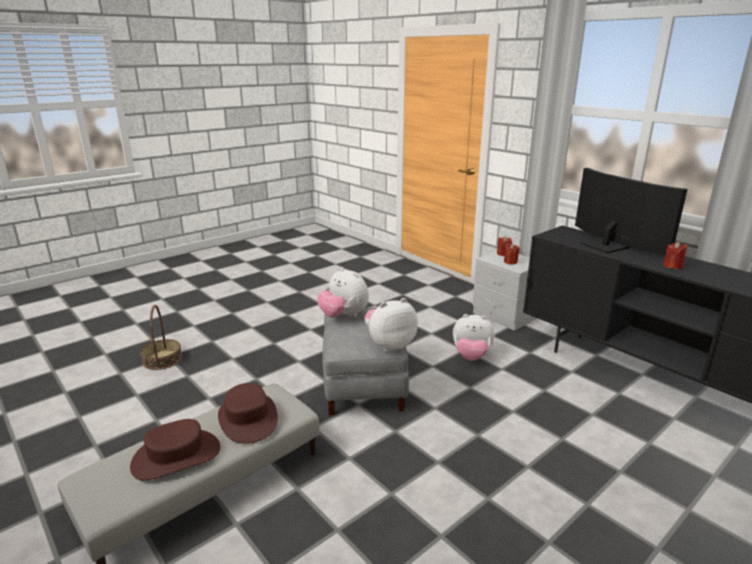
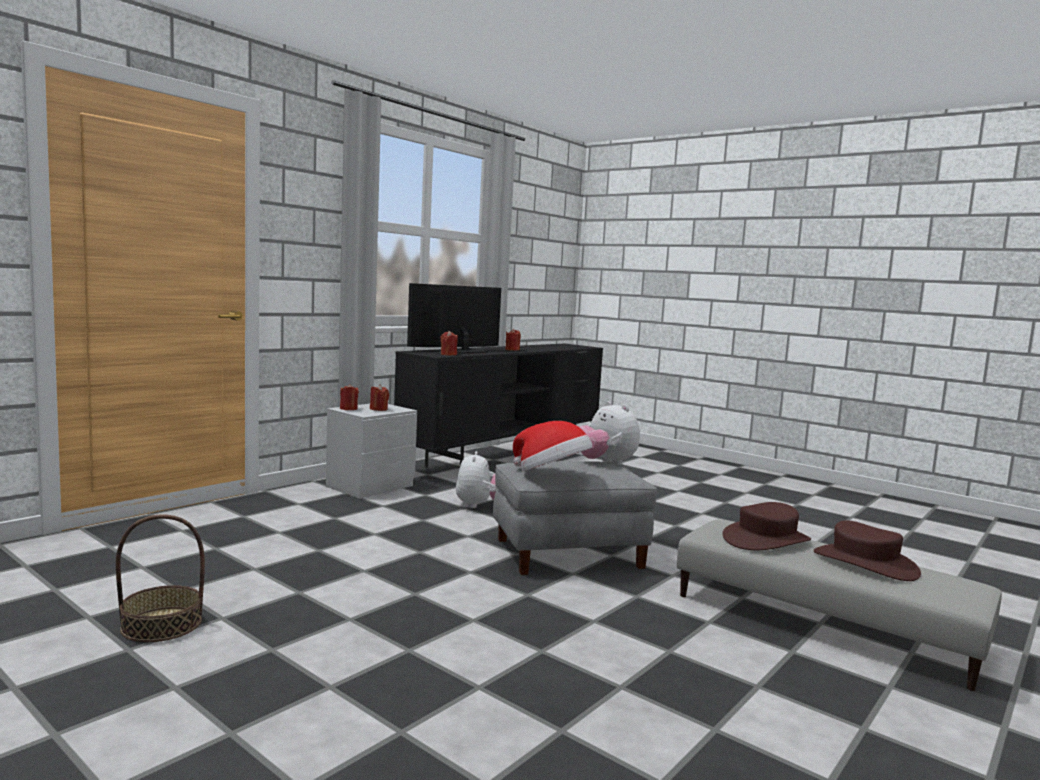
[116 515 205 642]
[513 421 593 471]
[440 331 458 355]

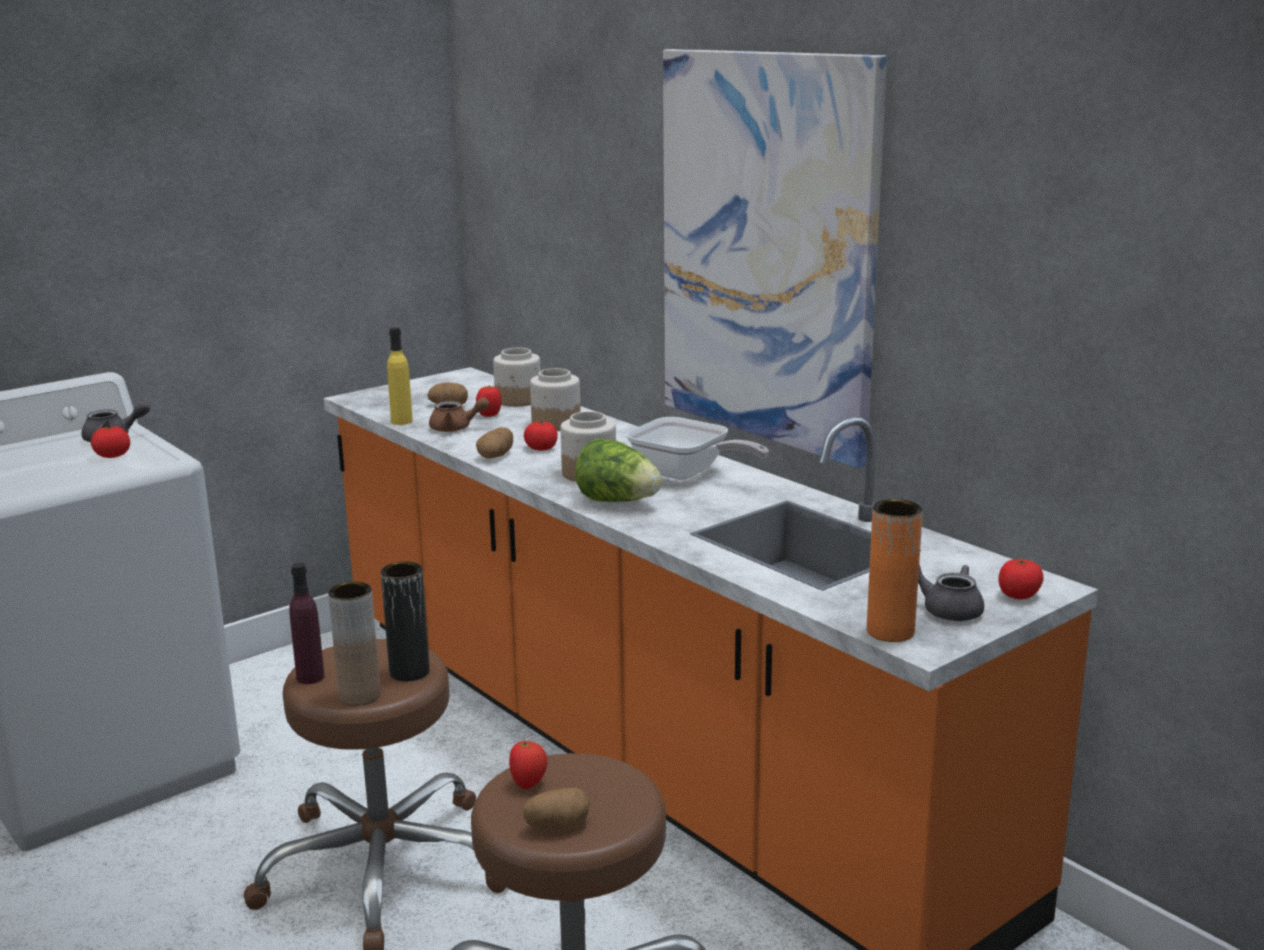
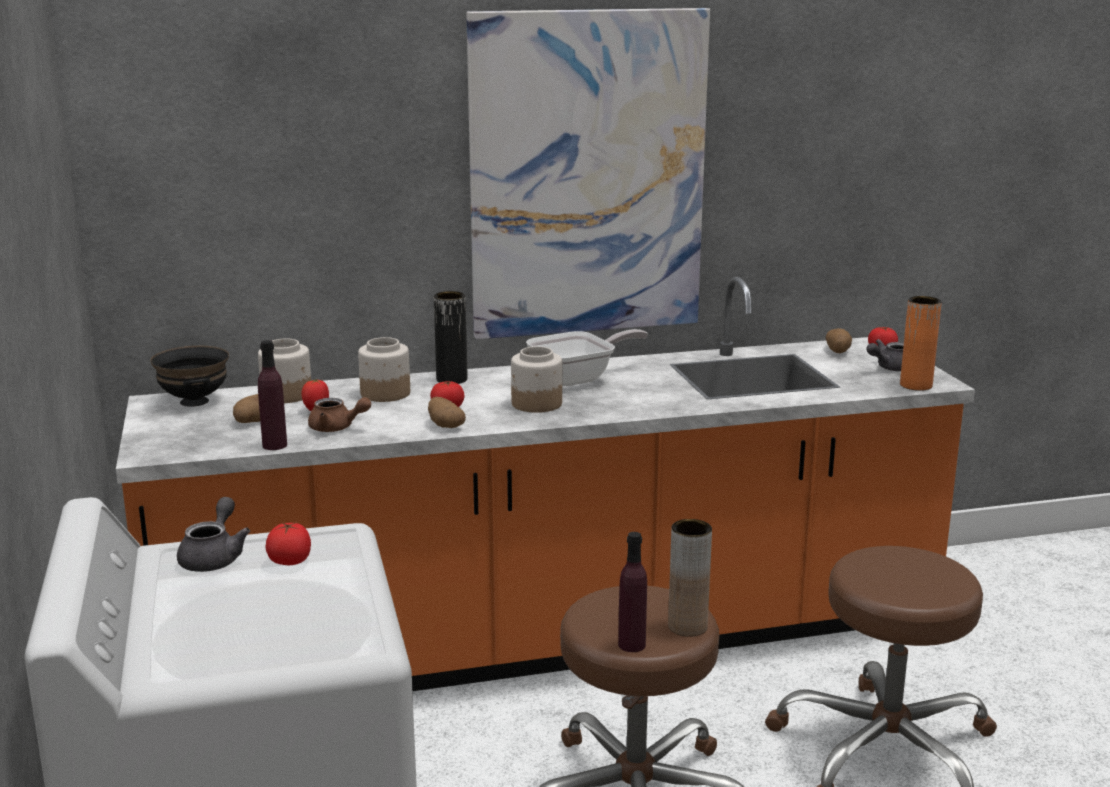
[434 291 467 384]
[258 340 287 450]
[308 397 371 432]
[509 740 548 789] (first image)
[826 328 852 353]
[575 439 663 502] (first image)
[150 346 229 407]

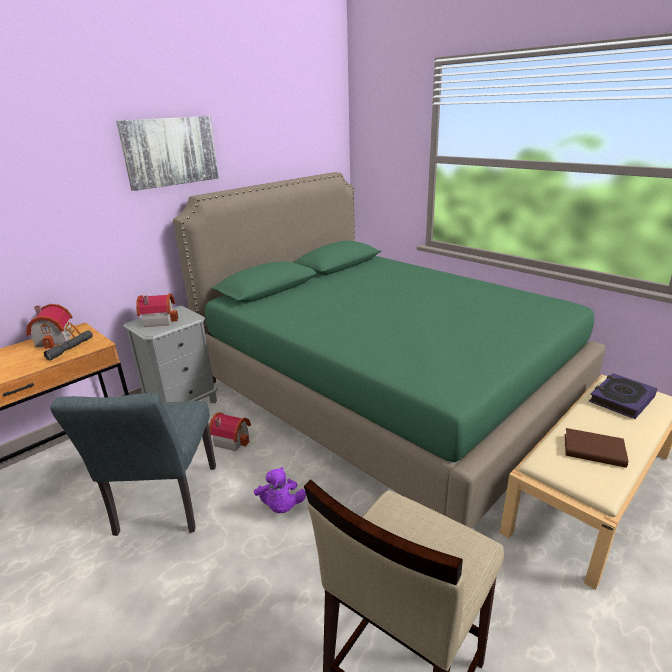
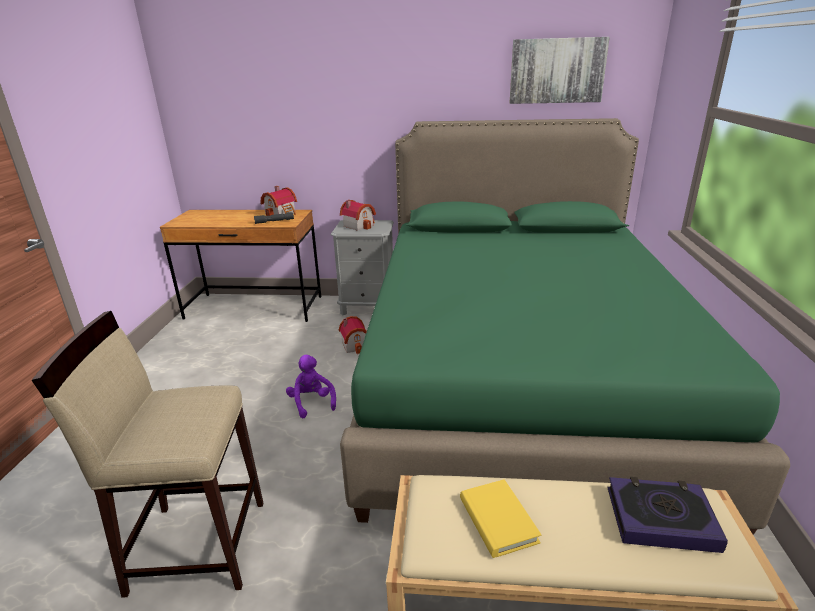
[50 393 216 536] (first image)
[510 37 610 104]
[286 355 336 418]
[460 479 541 558]

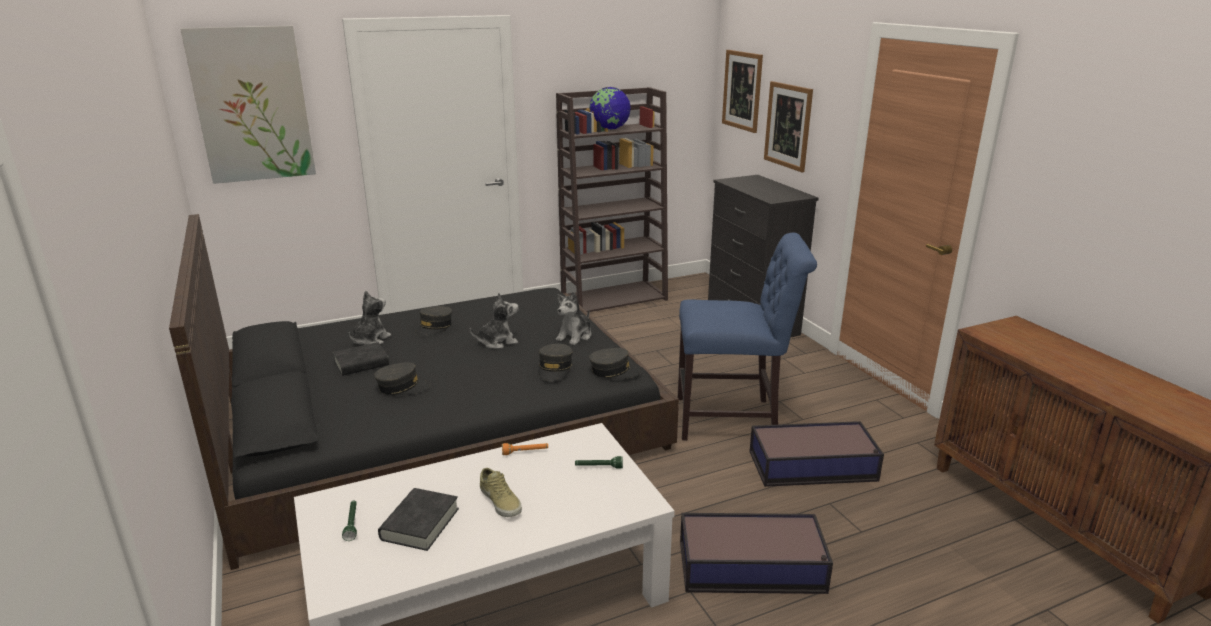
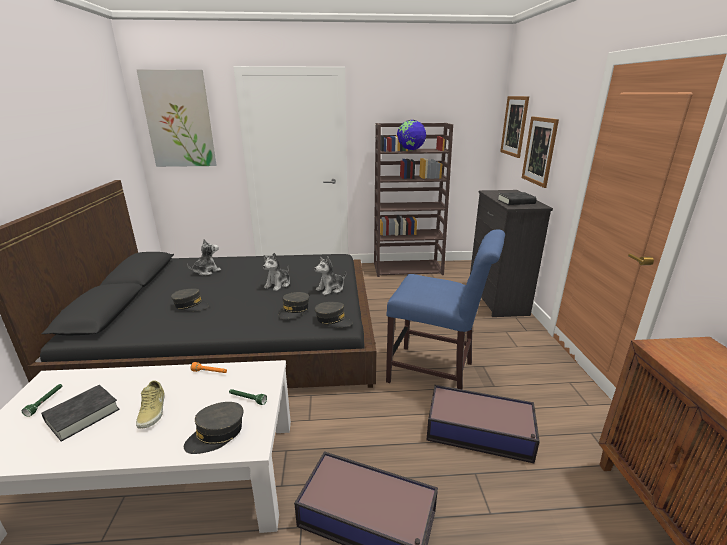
[497 192 537 205]
[184 402 243 454]
[263 253 290 291]

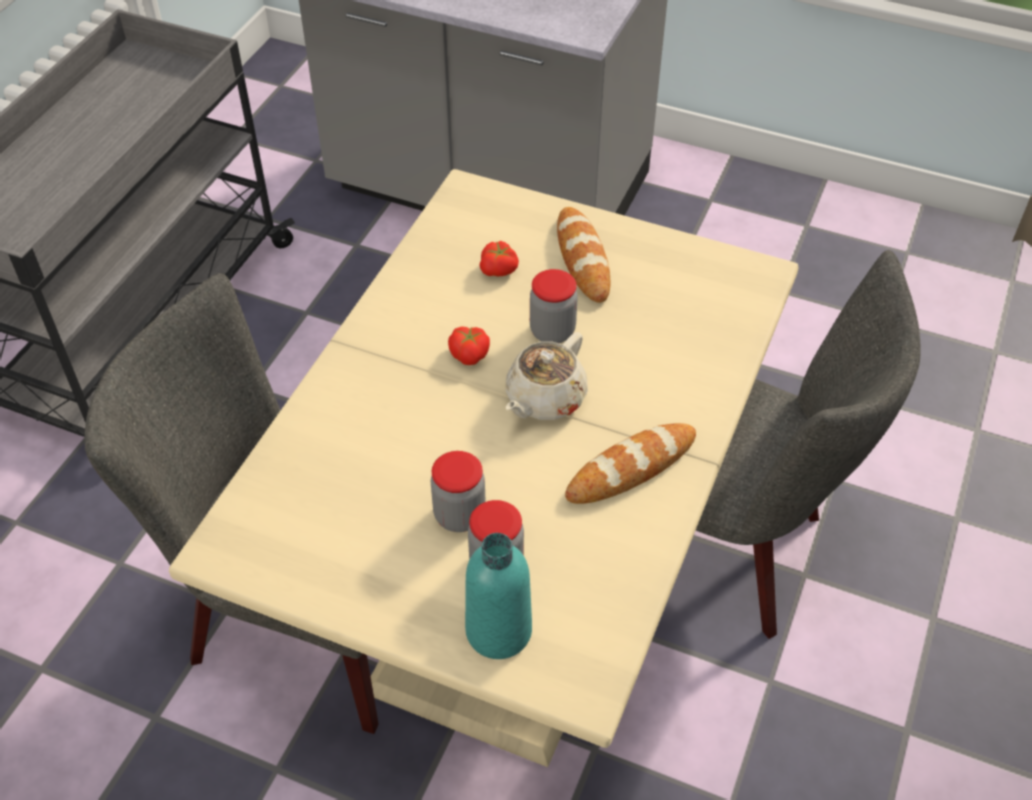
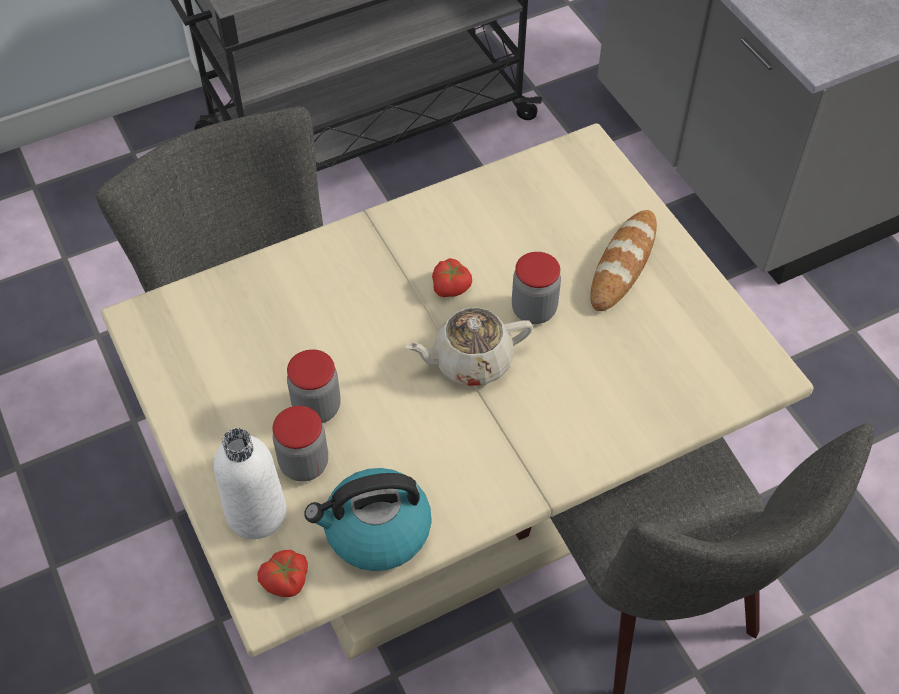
[214 428 287 539]
[258 550 308 597]
[565 423 696 504] (first image)
[304 468 432 571]

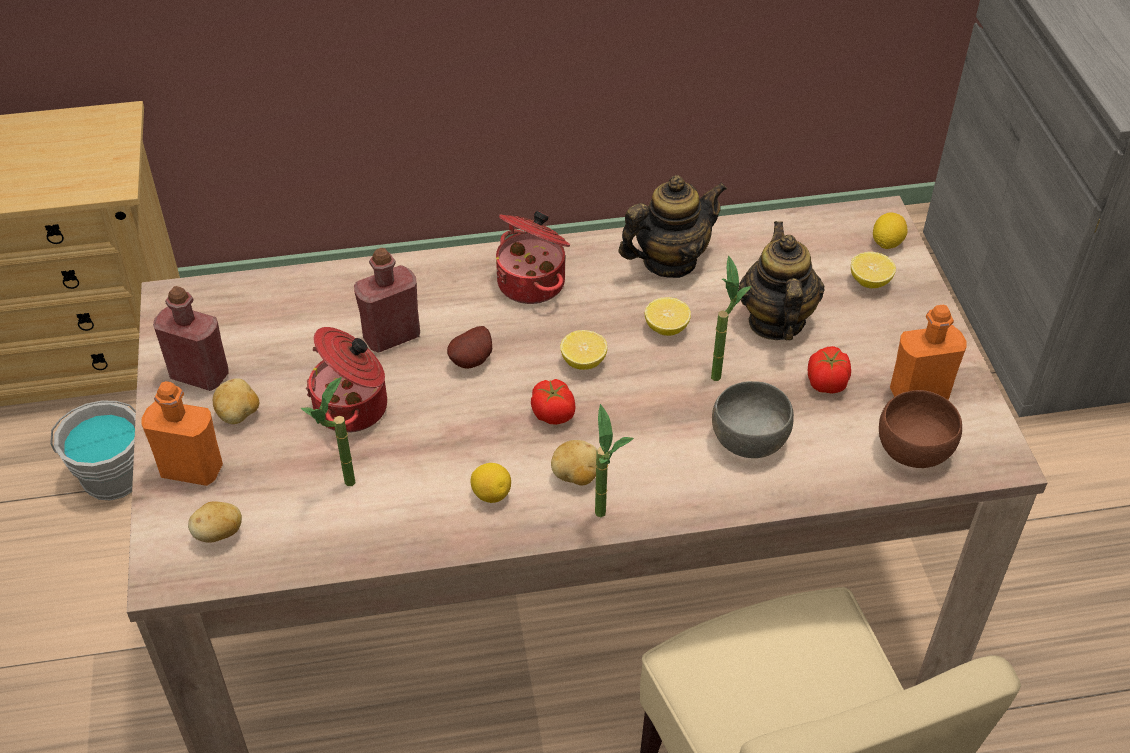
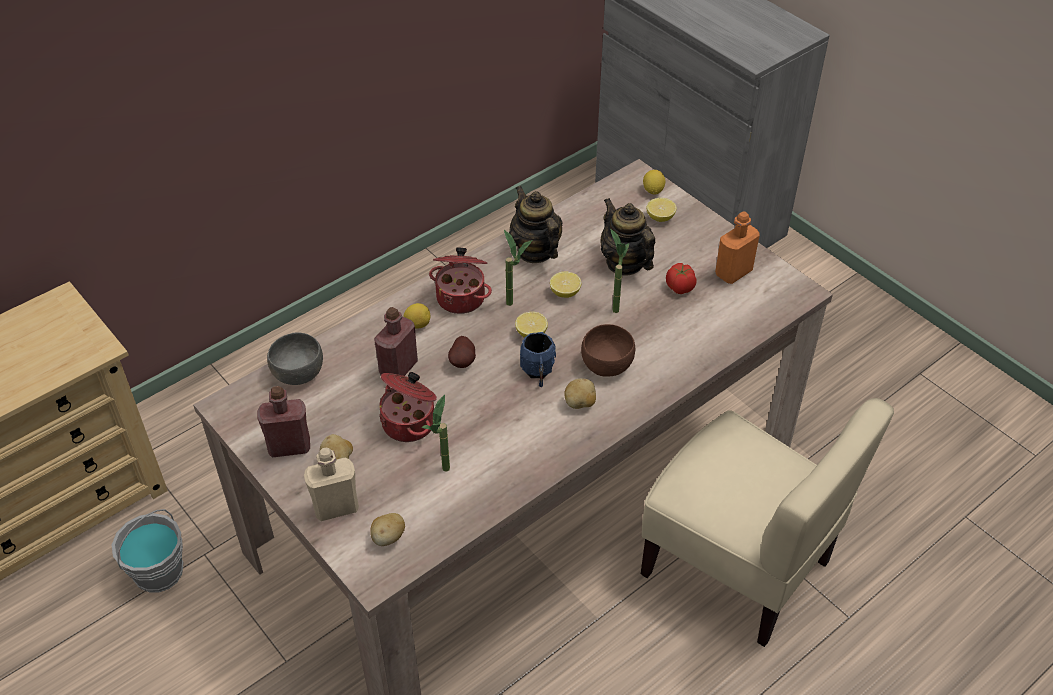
[304 448 359 521]
[404 303 430 329]
[520 332 556 387]
[504 230 532 306]
[509 186 562 263]
[267 332 323 385]
[581 324 635 377]

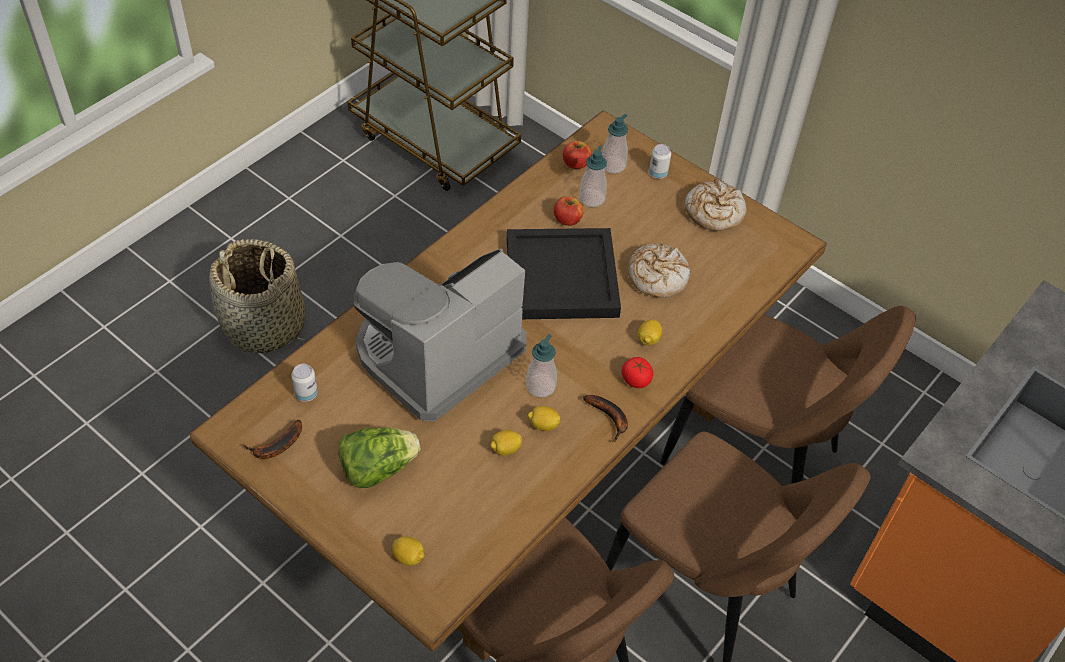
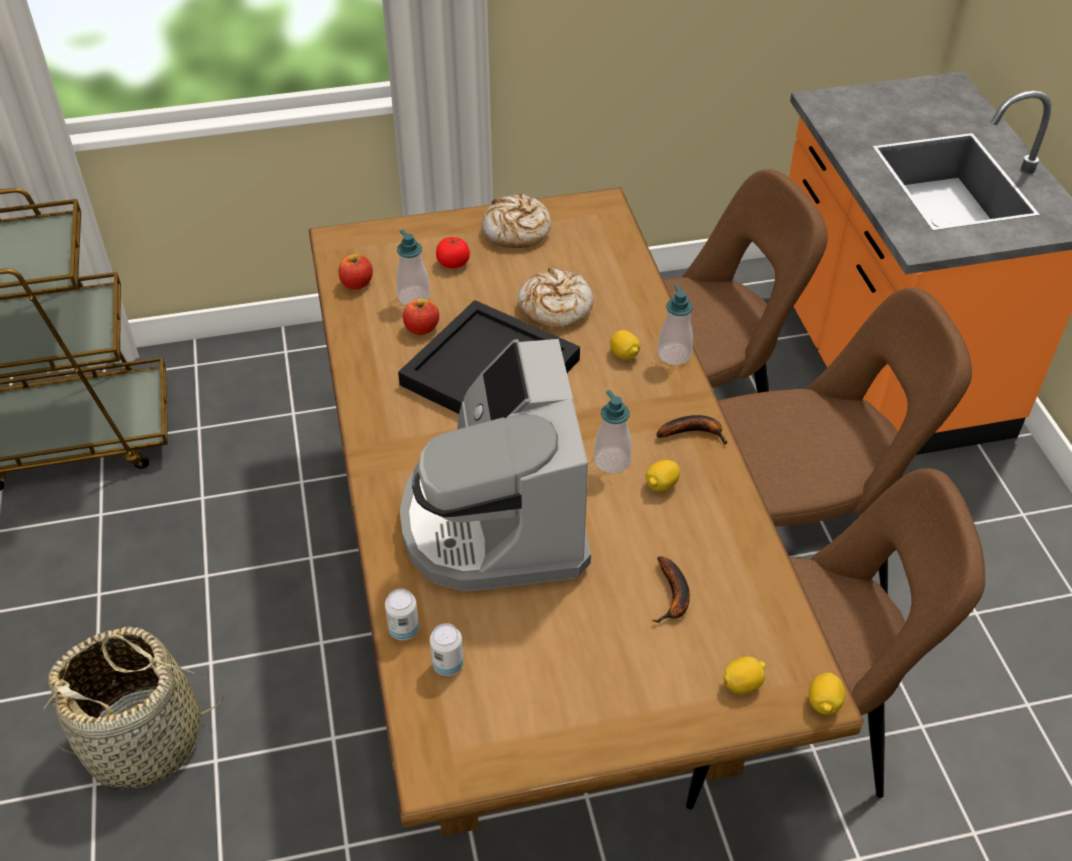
[652 556 690 623]
[338 427 420 488] (first image)
[809 673 845 715]
[658 285 693 365]
[436 237 470 268]
[385 589 419 640]

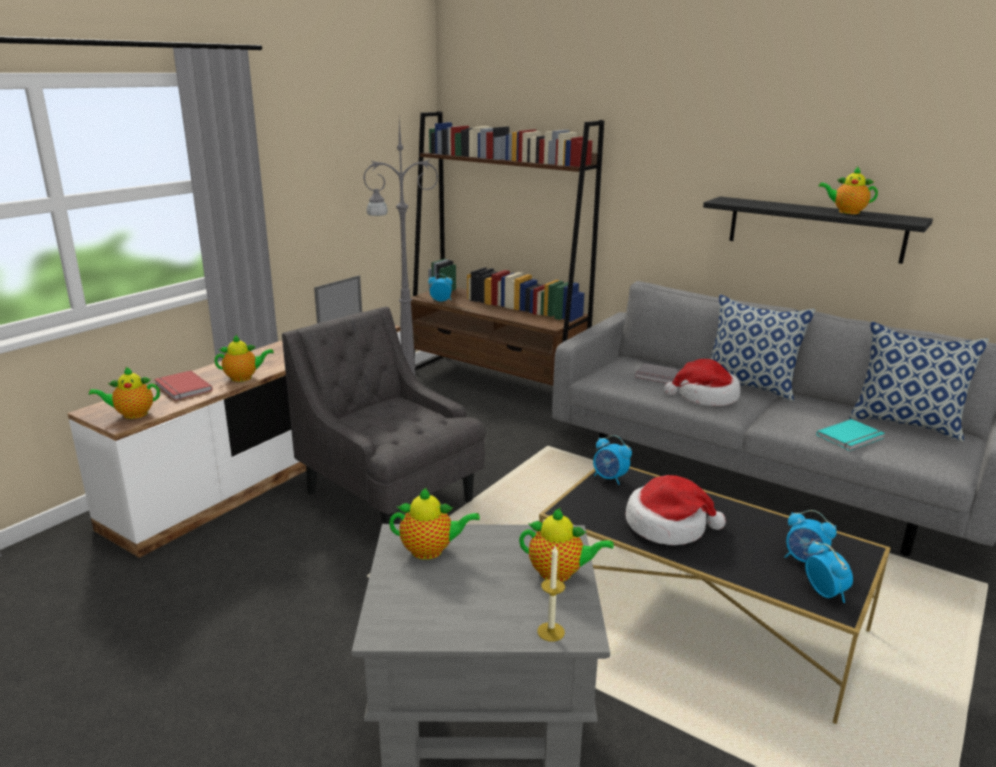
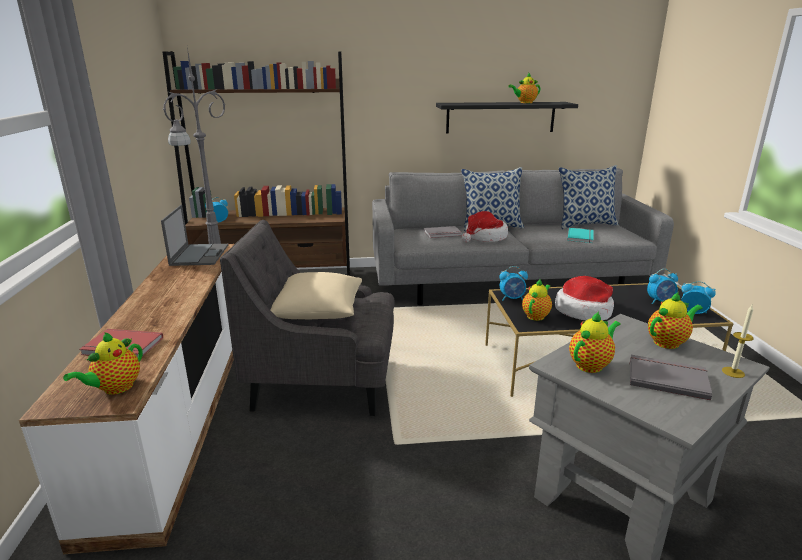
[522 278 552 321]
[270 272 362 319]
[629 355 712 400]

